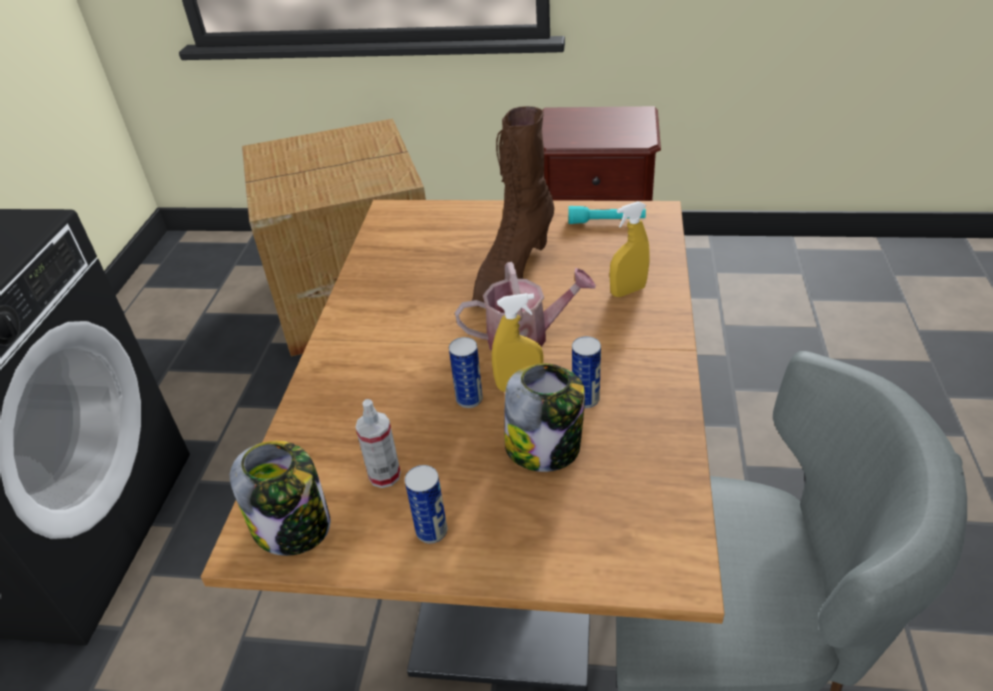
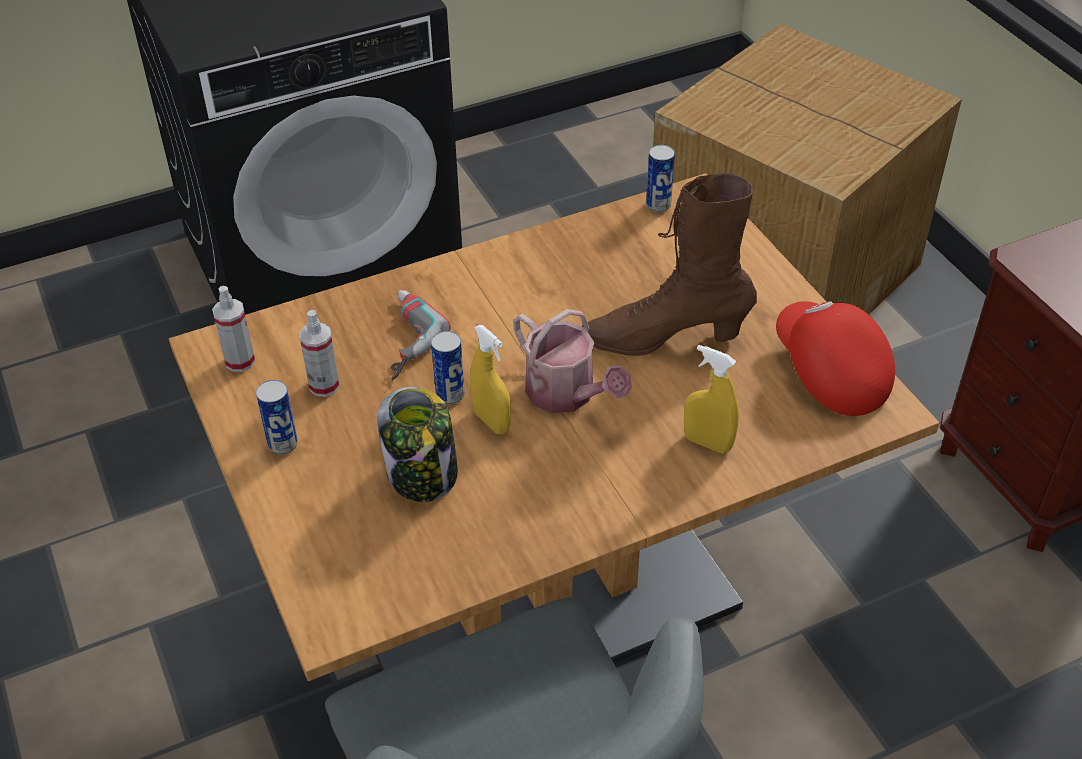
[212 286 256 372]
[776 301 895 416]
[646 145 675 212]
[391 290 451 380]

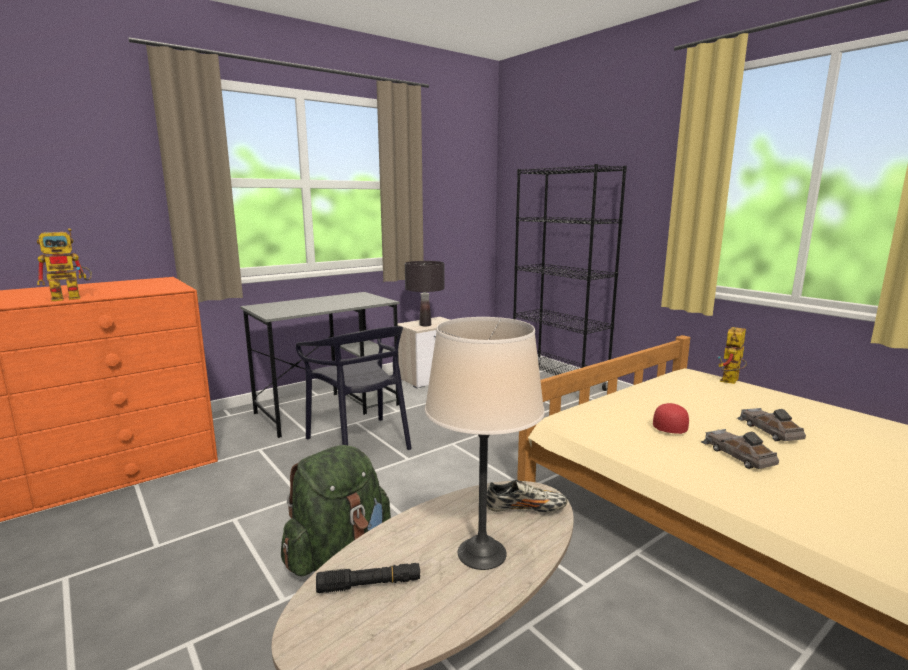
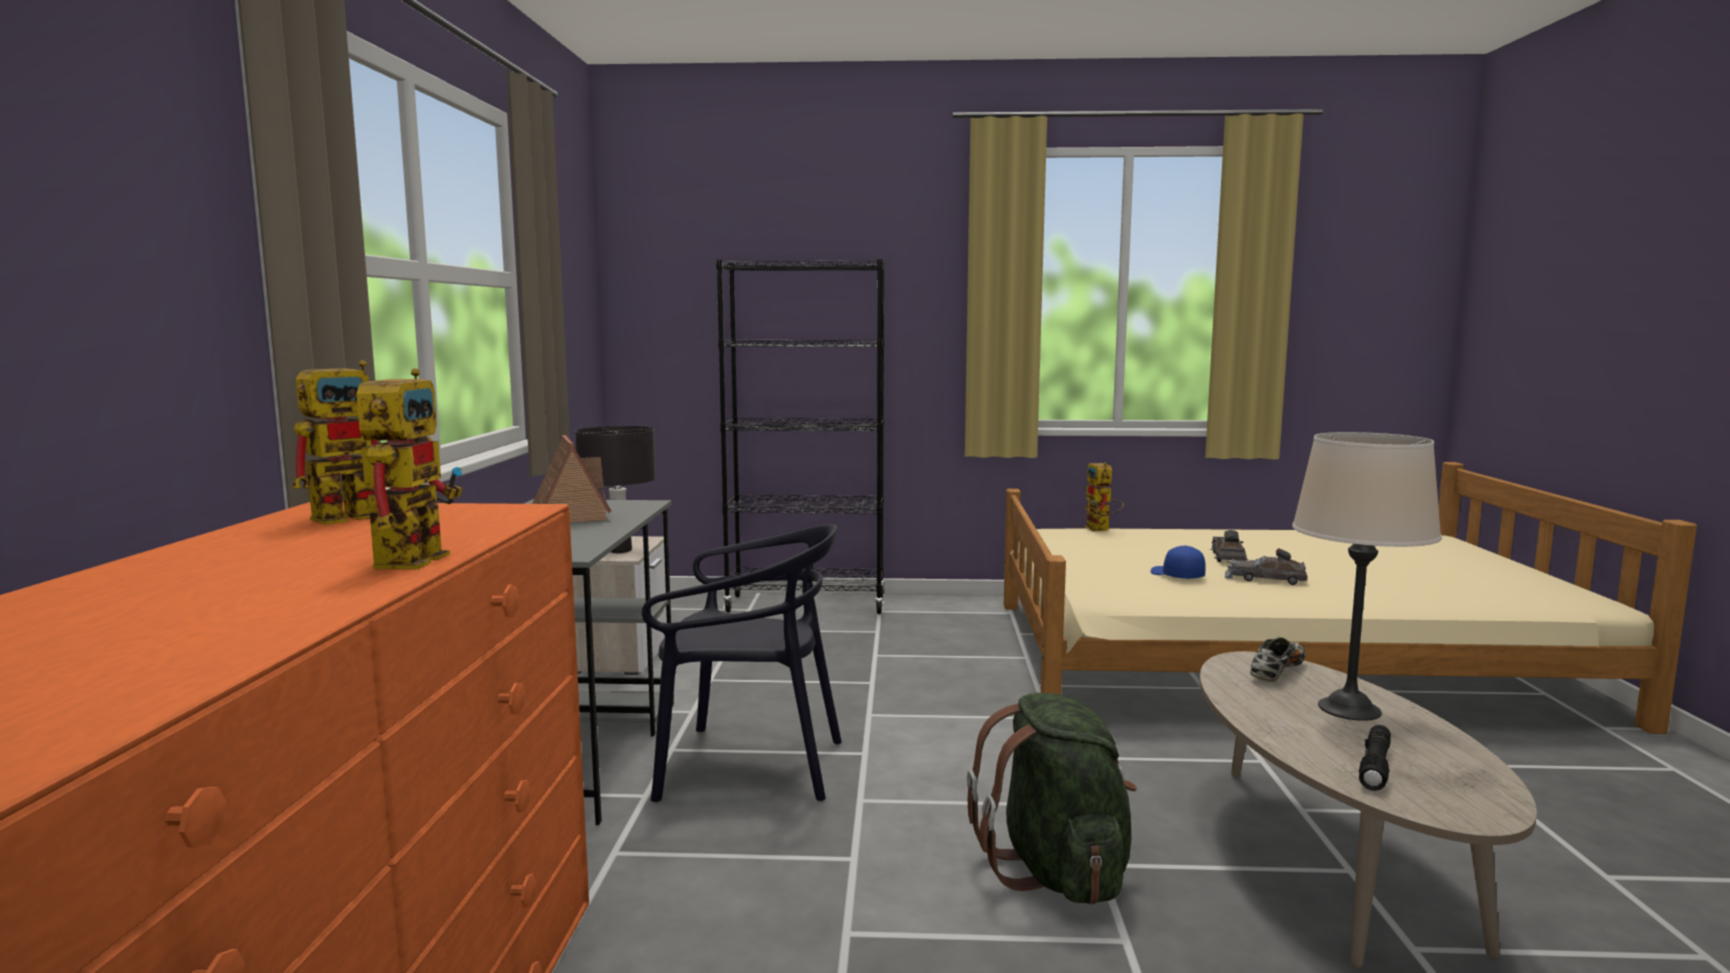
[1151 546 1206 579]
[1210 530 1249 562]
[293 360 378 525]
[532 435 611 523]

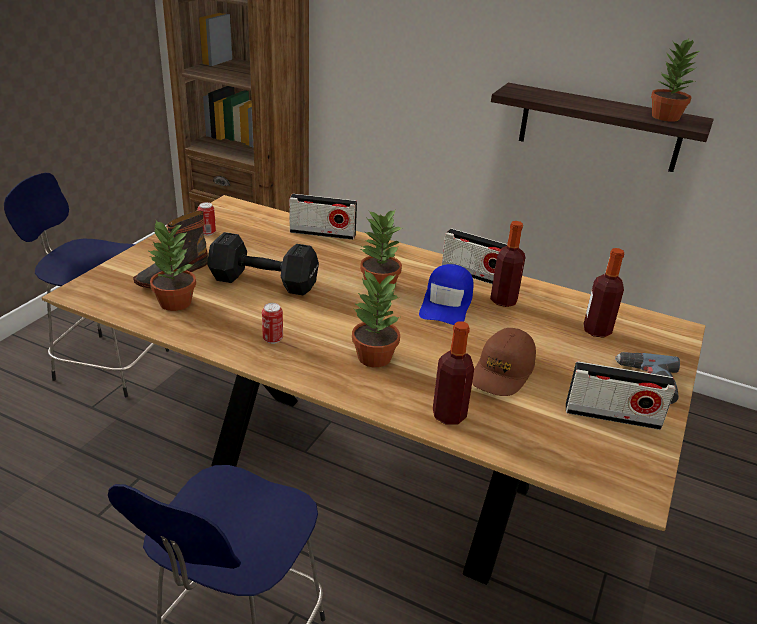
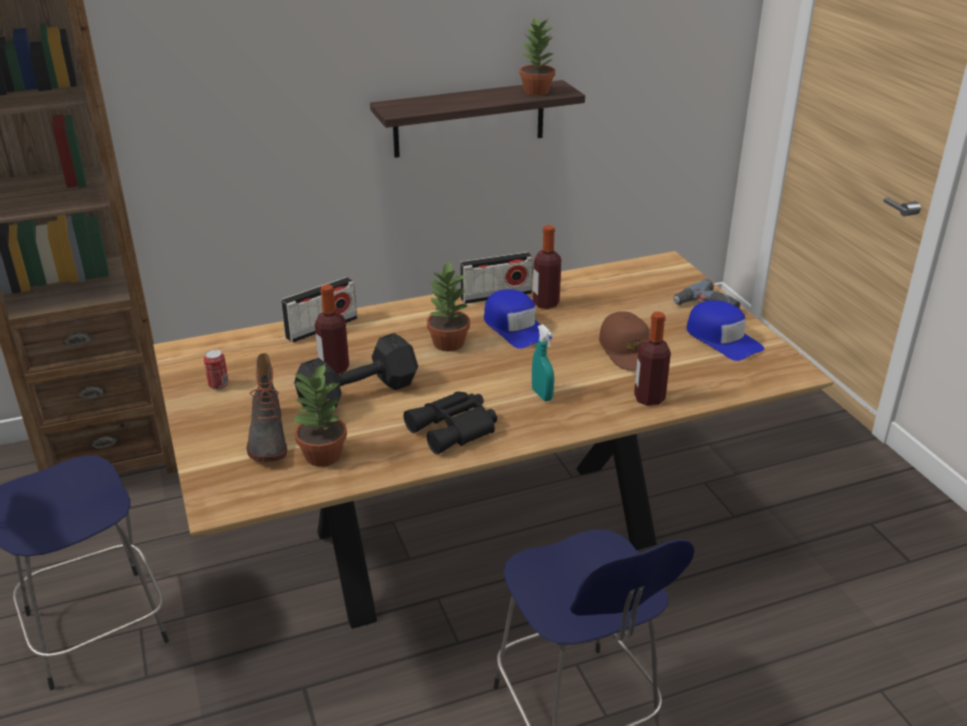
[404 391 497 455]
[532 324 554 401]
[686 300 764 361]
[315 284 349 376]

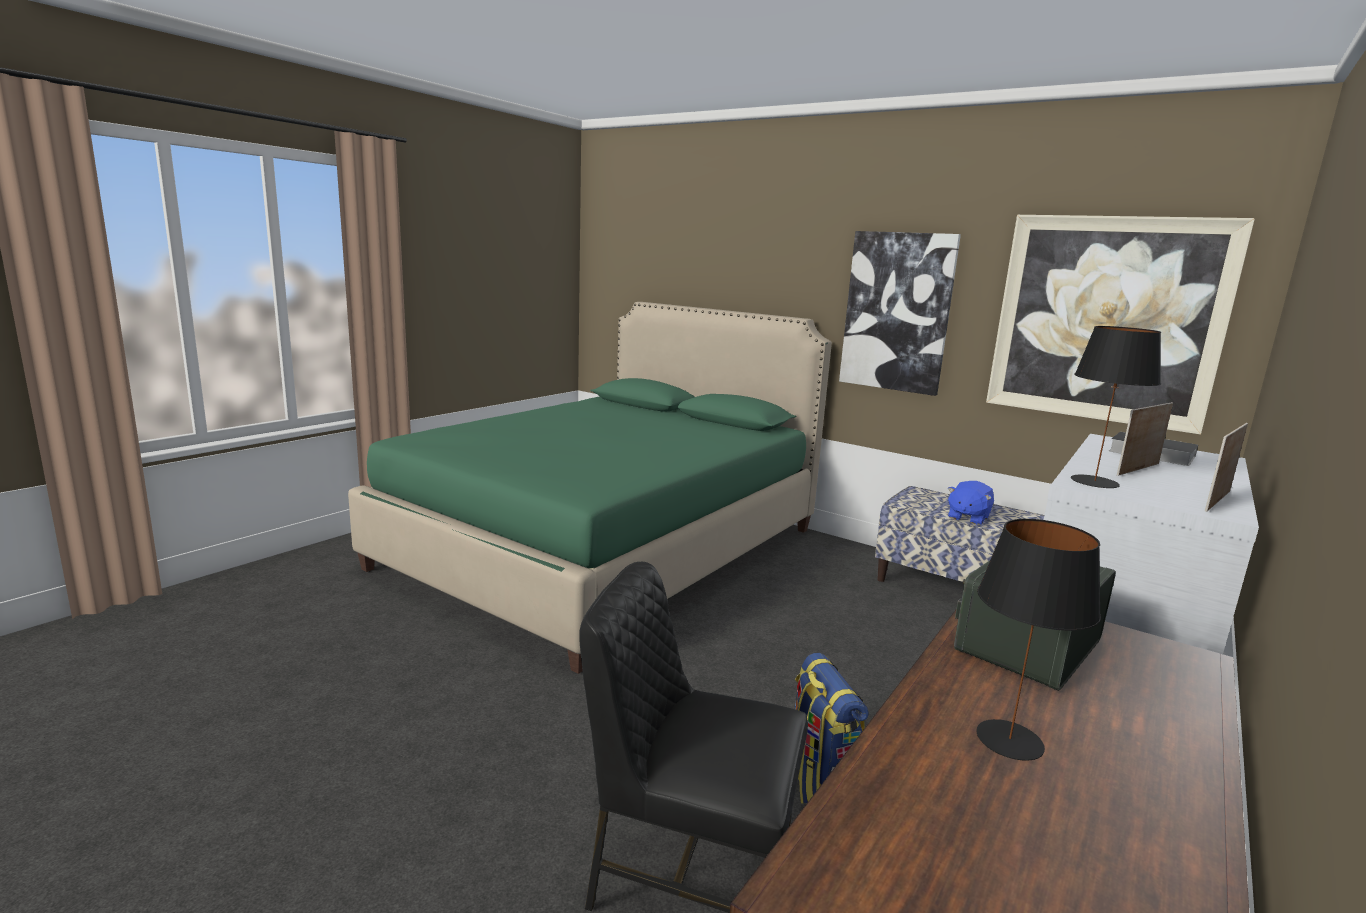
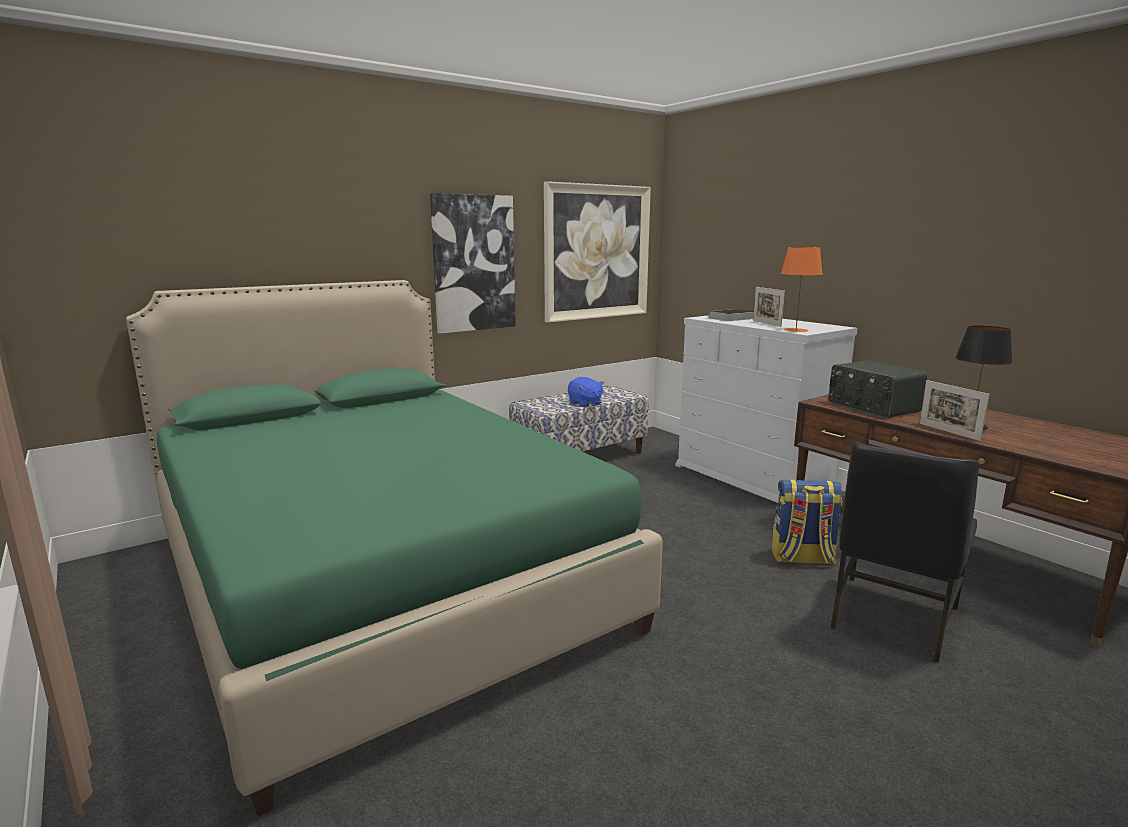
[781 247 823 332]
[920 380 990 441]

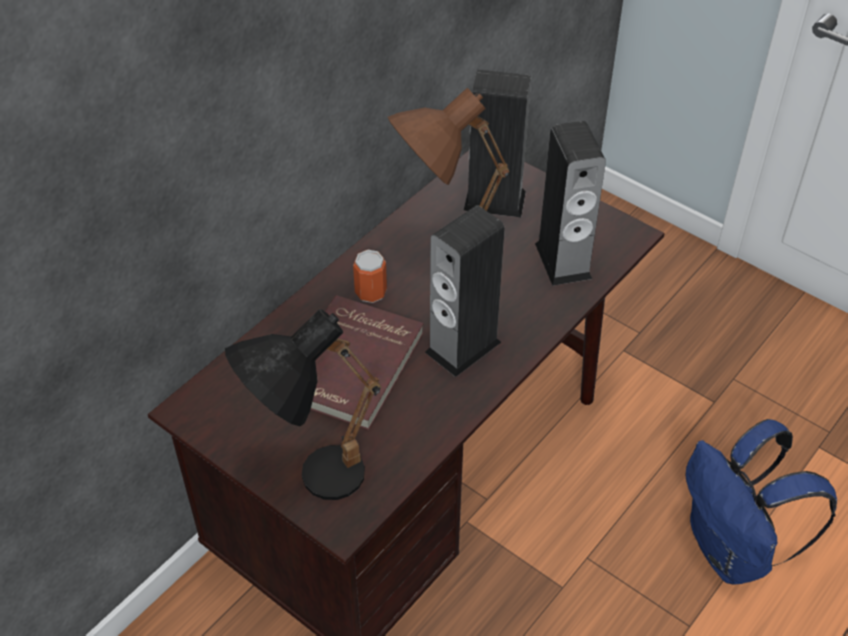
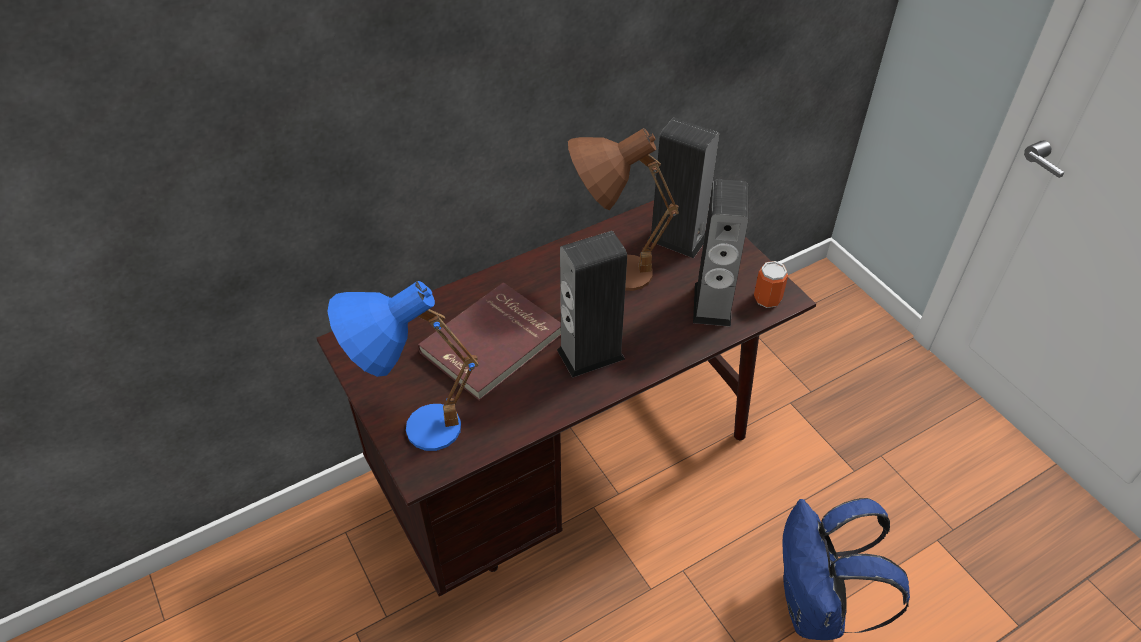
[327 281 479 451]
[754 261 788 308]

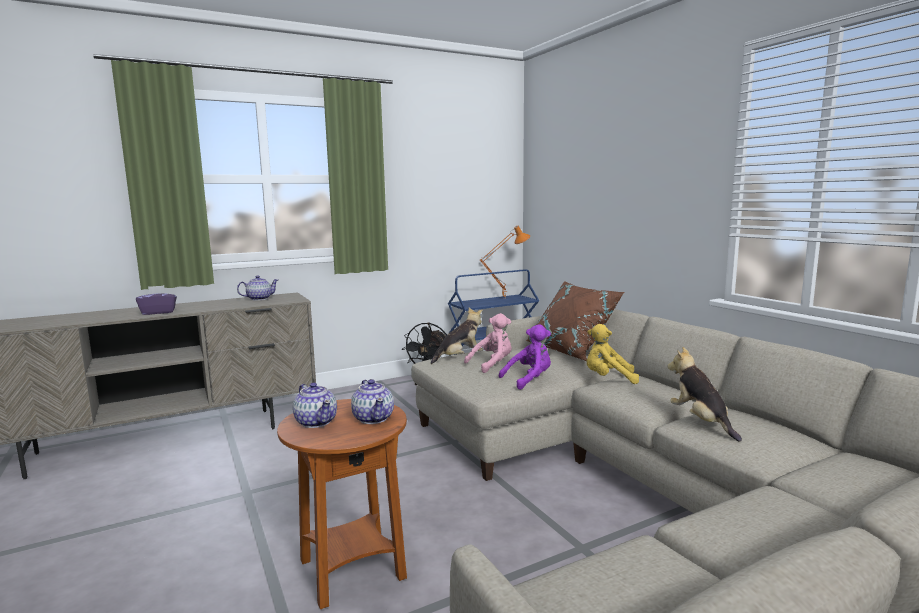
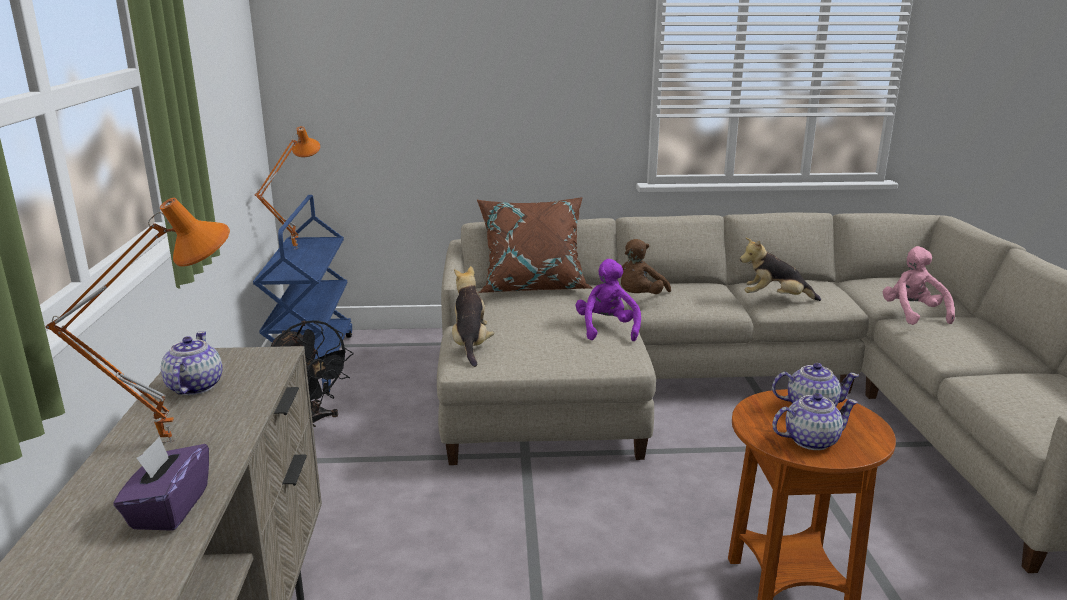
[883 246 955 325]
[621 239 671 294]
[46 198 230 443]

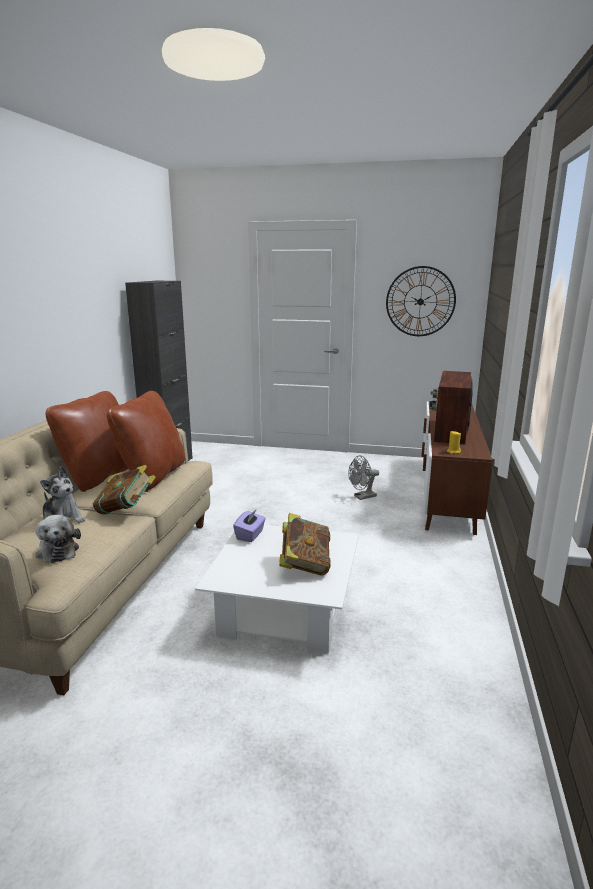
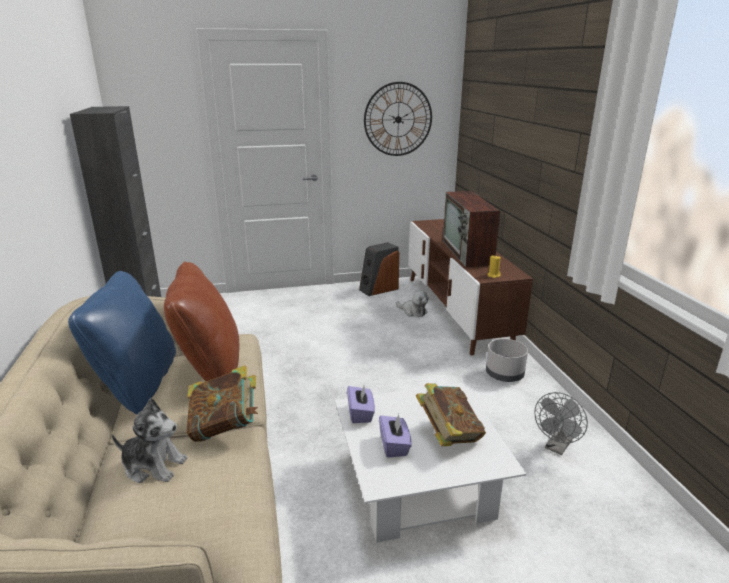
[396 290 429 317]
[68 271 176 415]
[534 392 588 455]
[359 242 399 296]
[379 414 412 457]
[486 339 528 382]

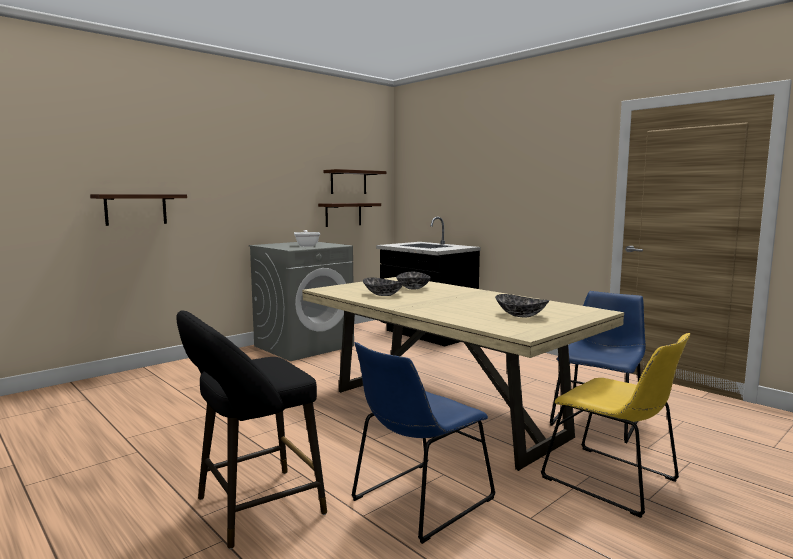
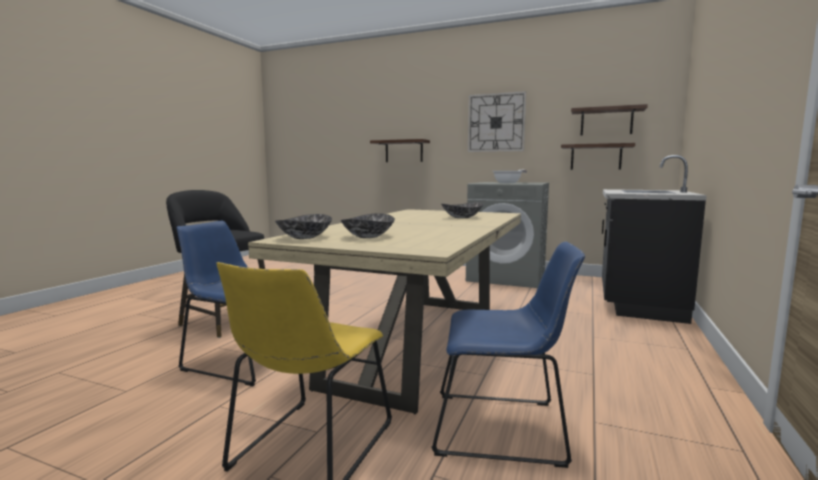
[275 214 332 239]
[468 91 526 152]

